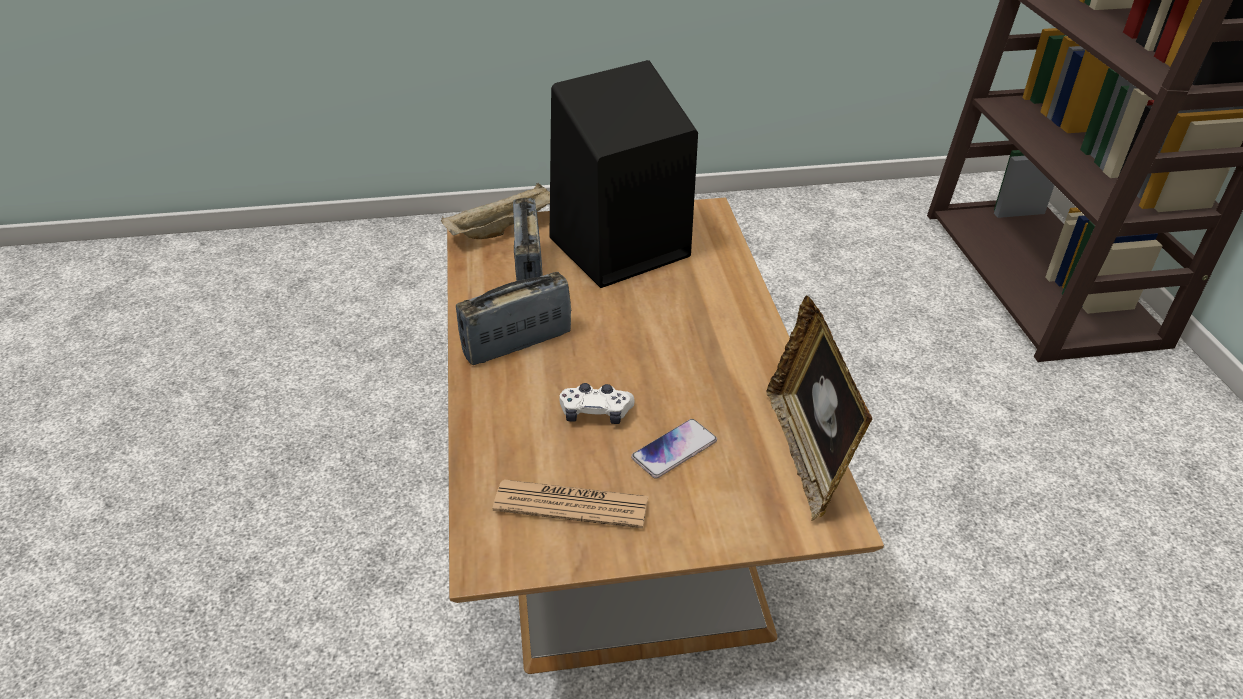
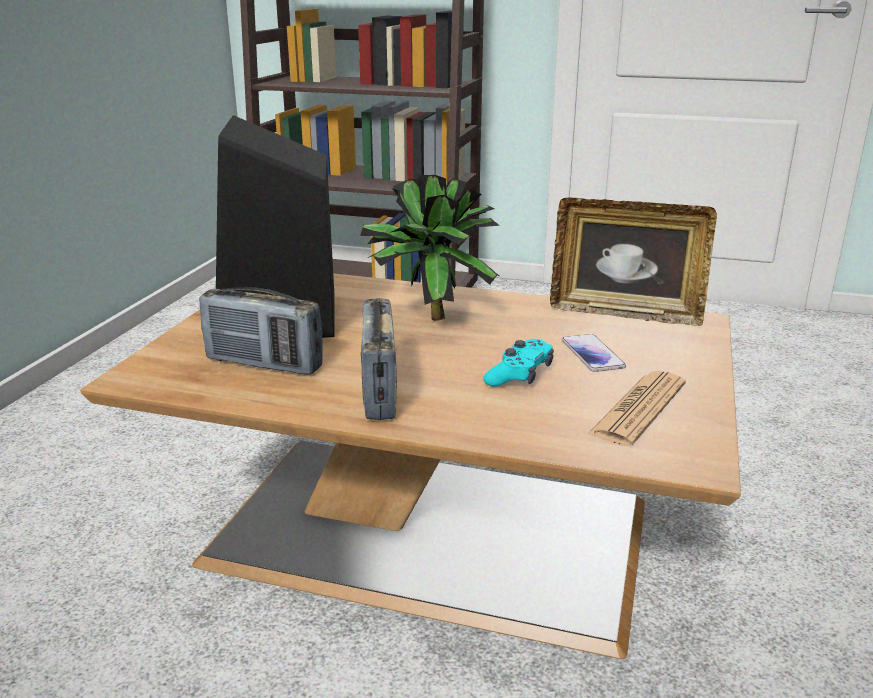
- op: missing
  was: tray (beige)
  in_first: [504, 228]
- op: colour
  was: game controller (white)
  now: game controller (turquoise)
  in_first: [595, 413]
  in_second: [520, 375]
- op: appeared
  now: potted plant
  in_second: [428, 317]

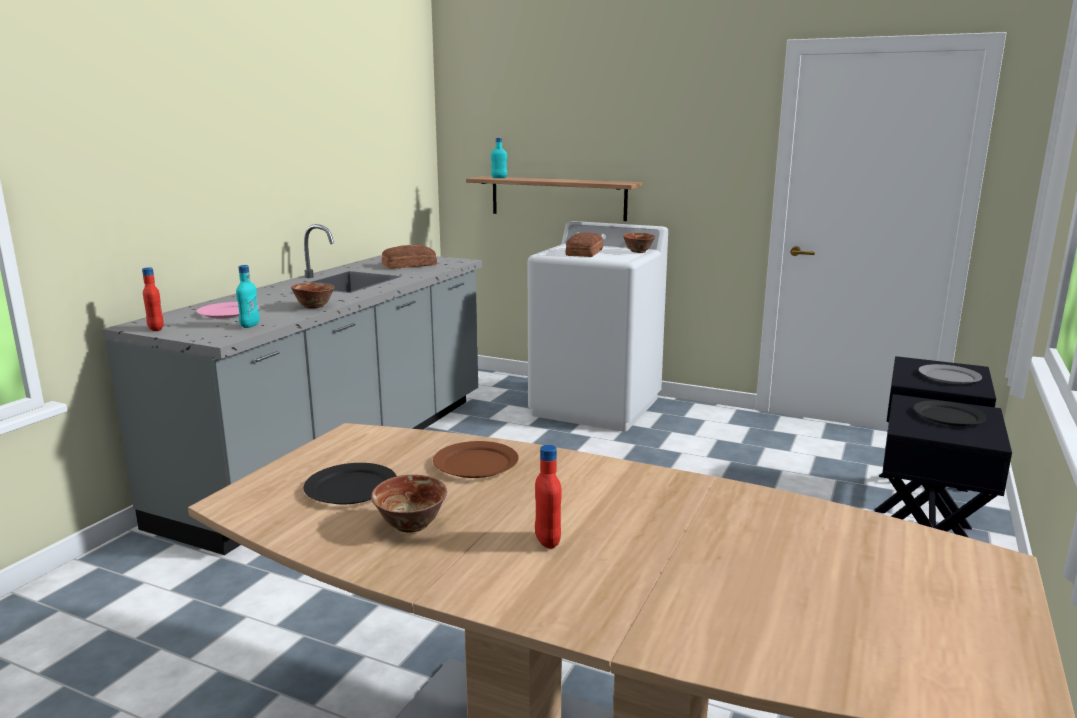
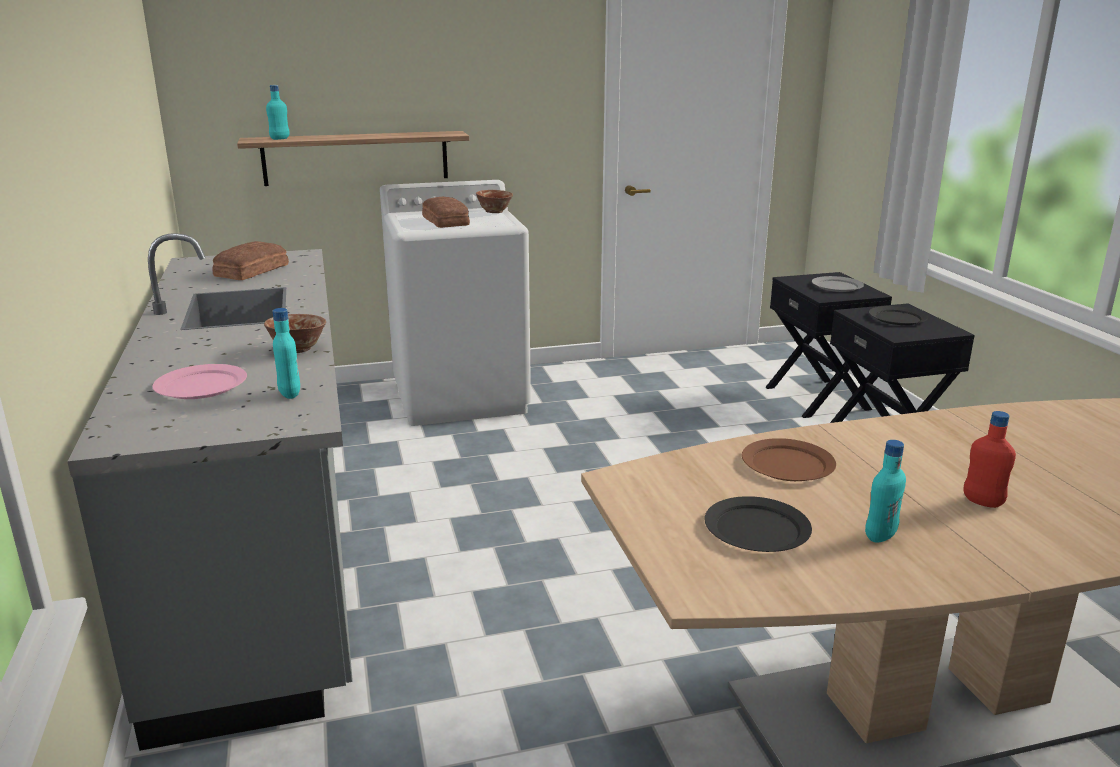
- op: missing
  was: bottle (red)
  in_first: [156, 329]
- op: exchanged
  was: bowl
  now: bottle (turquoise)
  in_first: [411, 525]
  in_second: [880, 536]

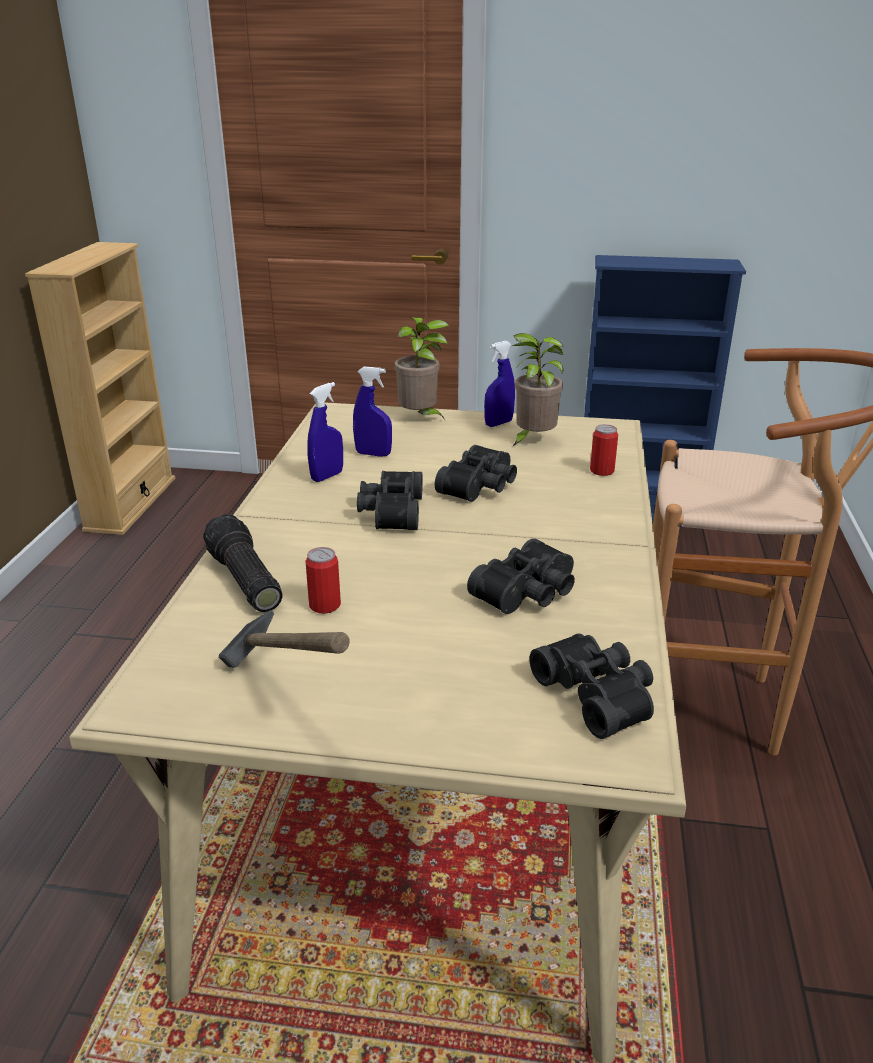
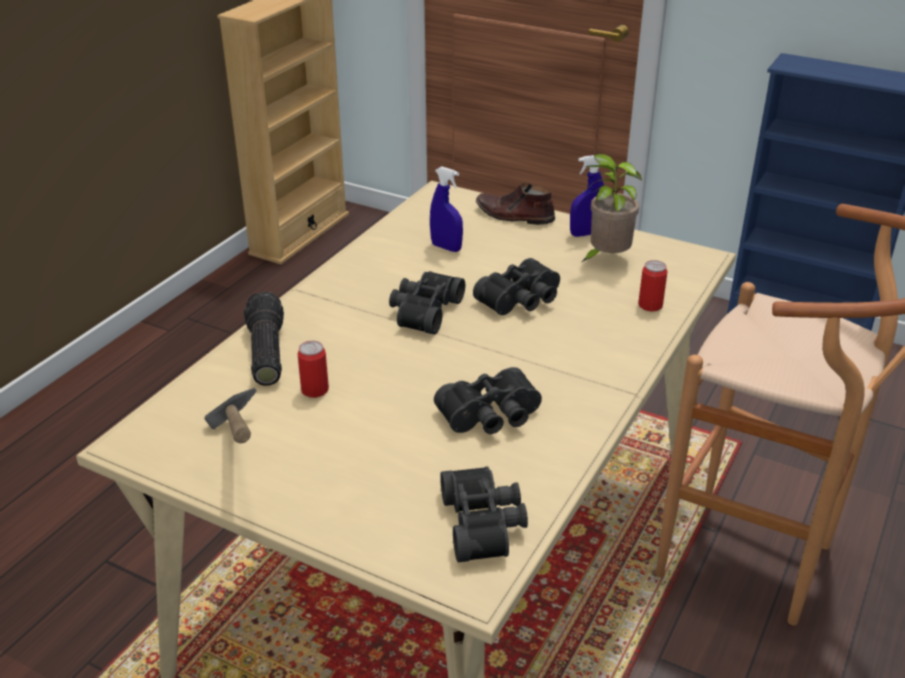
- op: exchanged
  was: potted plant
  now: shoe (brown)
  in_first: [420, 418]
  in_second: [514, 216]
- op: missing
  was: spray bottle (blue)
  in_first: [327, 476]

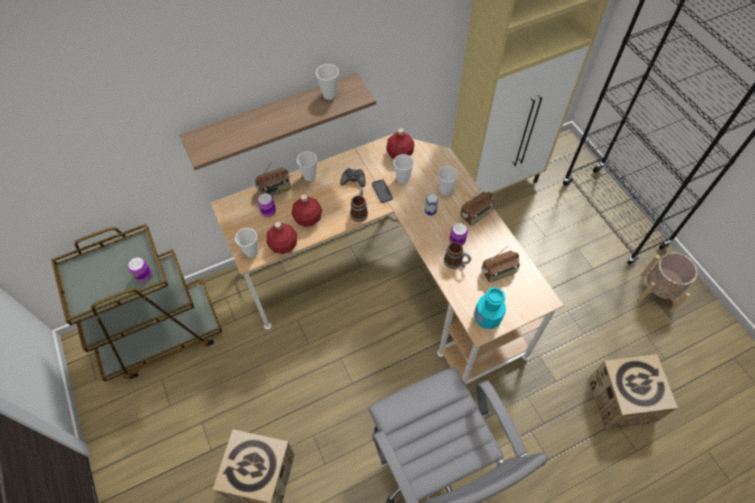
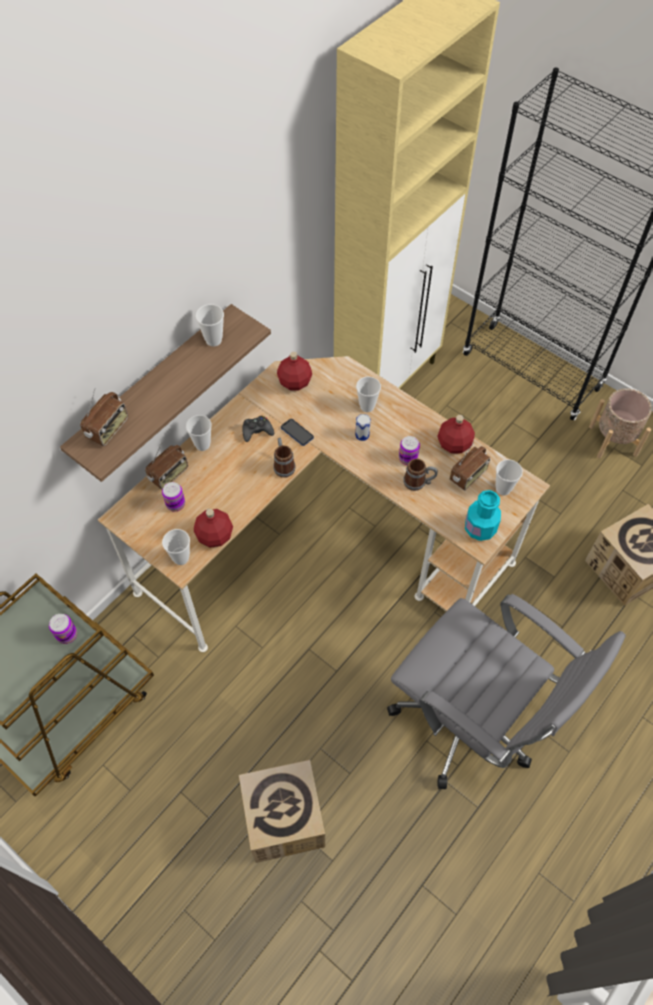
- op: relocated
  was: cup
  in_first: [402, 179]
  in_second: [503, 489]
- op: relocated
  was: radio
  in_first: [476, 215]
  in_second: [108, 429]
- op: relocated
  was: bottle (red)
  in_first: [308, 218]
  in_second: [453, 444]

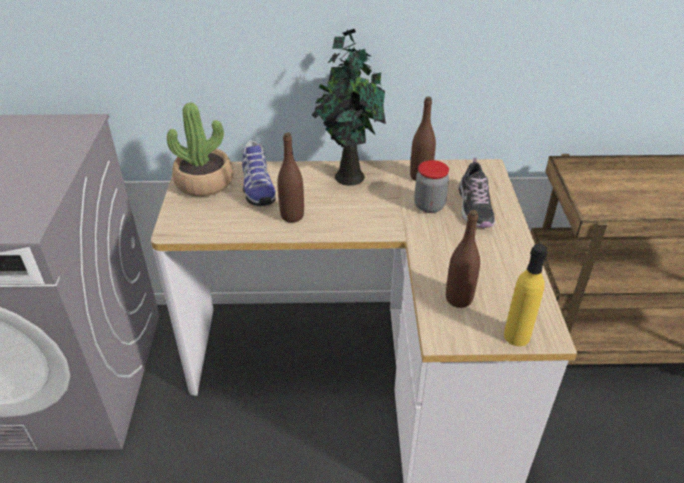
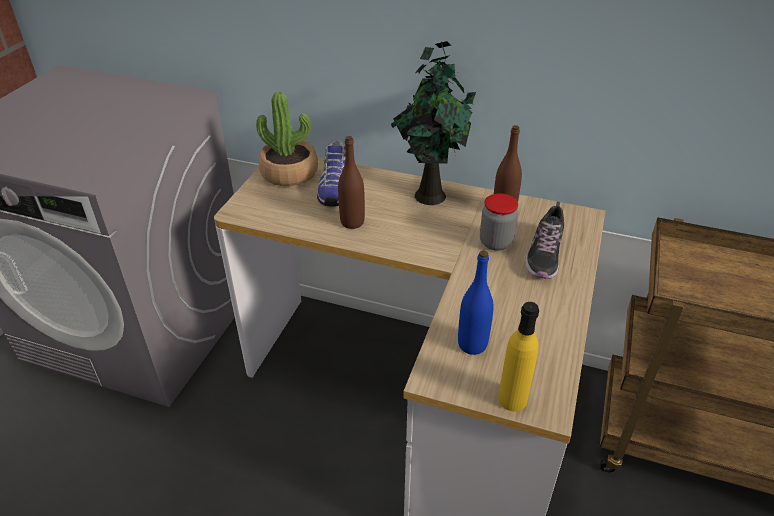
- op: colour
  was: bottle (brown)
  now: bottle (blue)
  in_first: [459, 299]
  in_second: [472, 344]

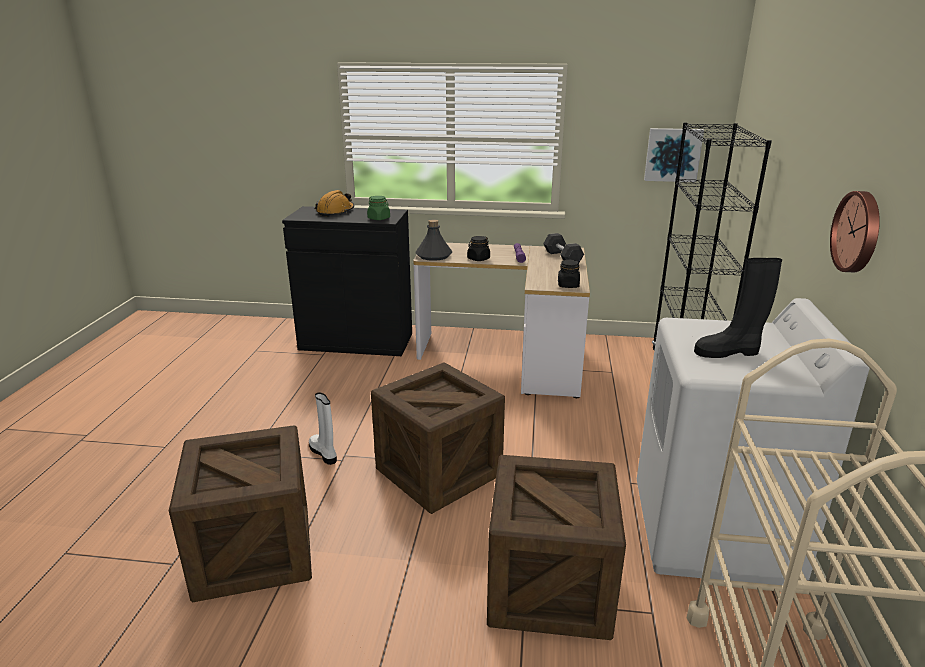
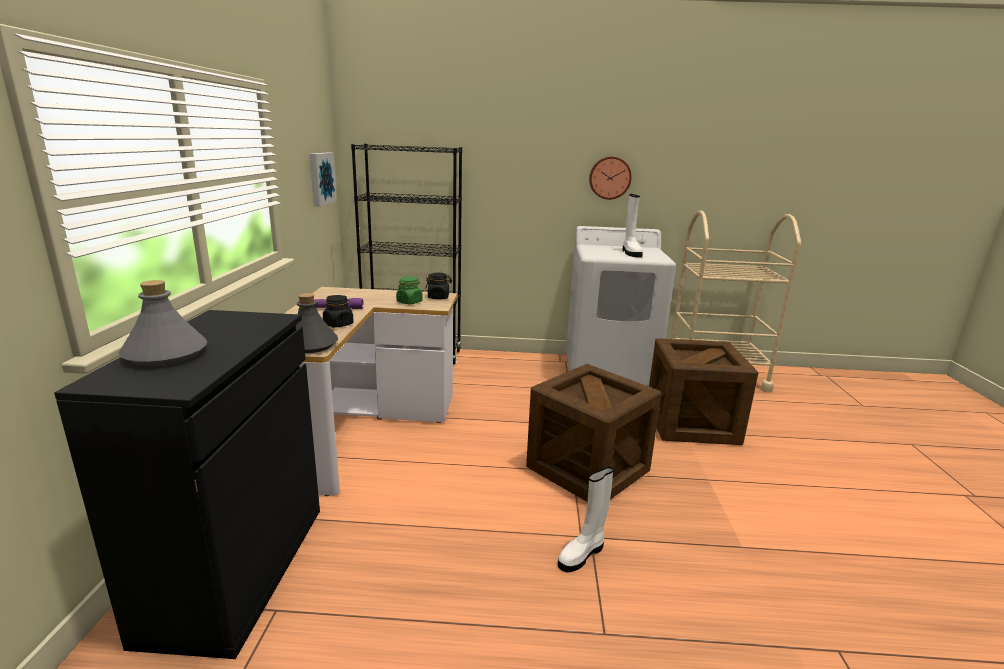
- op: exchanged
  was: hard hat (orange)
  now: bottle (grey)
  in_first: [335, 211]
  in_second: [165, 354]
- op: relocated
  was: jar (green)
  in_first: [379, 218]
  in_second: [409, 302]
- op: missing
  was: dumbbell (grey)
  in_first: [562, 257]
- op: colour
  was: boot (black)
  now: boot (white)
  in_first: [728, 352]
  in_second: [630, 253]
- op: missing
  was: crate
  in_first: [254, 551]

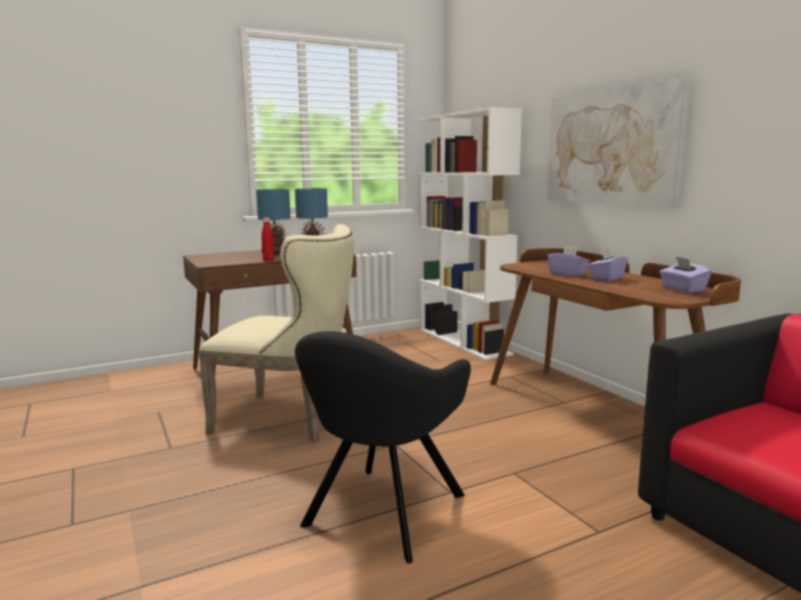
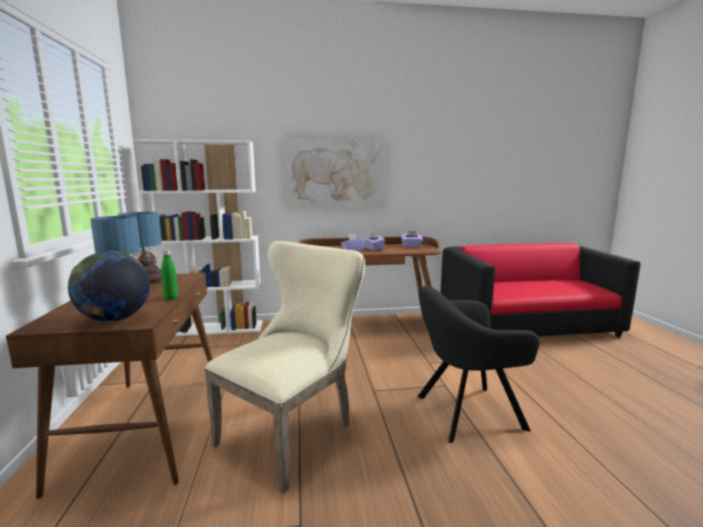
- op: colour
  was: bottle (red)
  now: bottle (green)
  in_first: [268, 260]
  in_second: [171, 298]
- op: spun
  was: armchair (black)
  in_first: [381, 513]
  in_second: [465, 412]
  clockwise: 120
- op: appeared
  now: globe
  in_second: [115, 319]

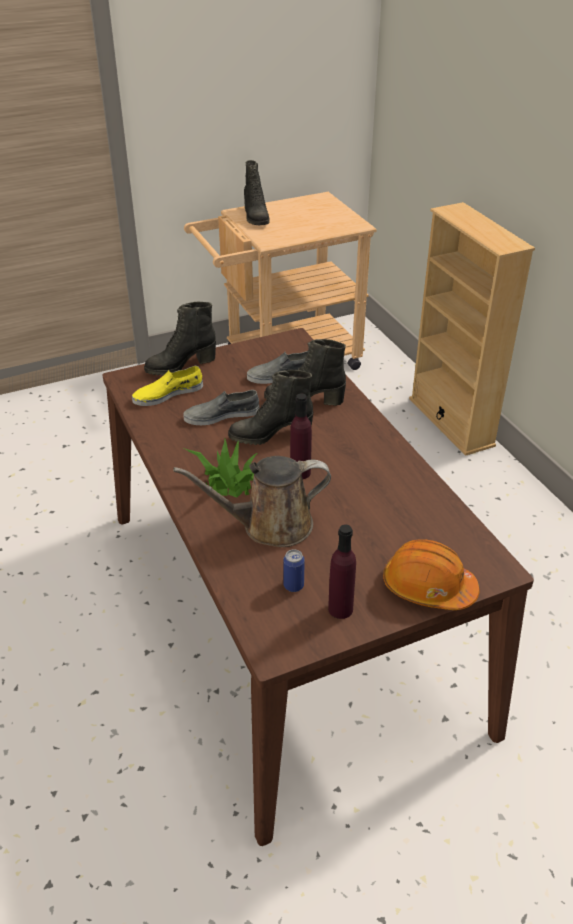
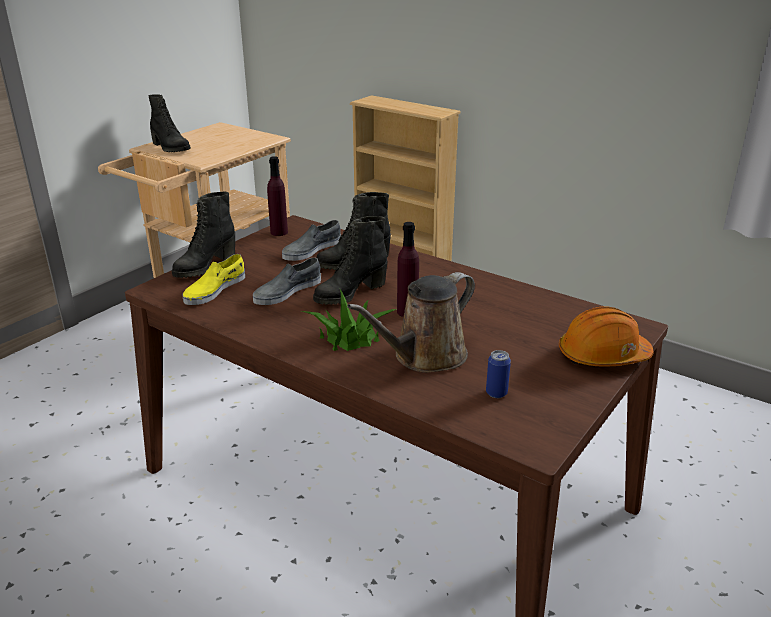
- op: relocated
  was: bottle (purple)
  in_first: [340, 609]
  in_second: [279, 232]

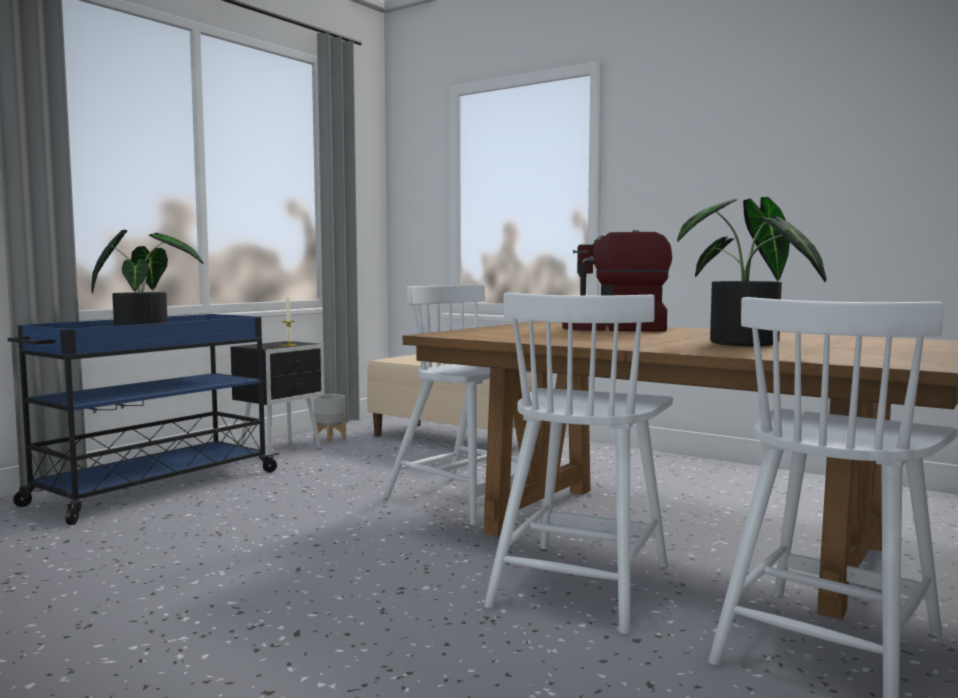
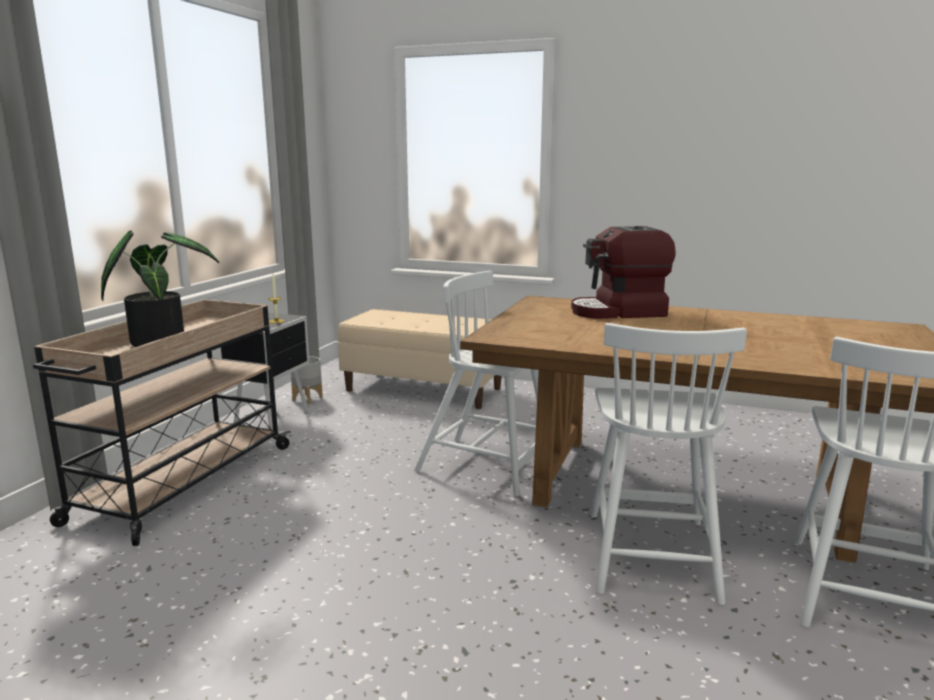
- op: missing
  was: potted plant
  in_first: [746, 344]
- op: colour
  was: cart (blue)
  now: cart (beige)
  in_first: [153, 488]
  in_second: [182, 484]

